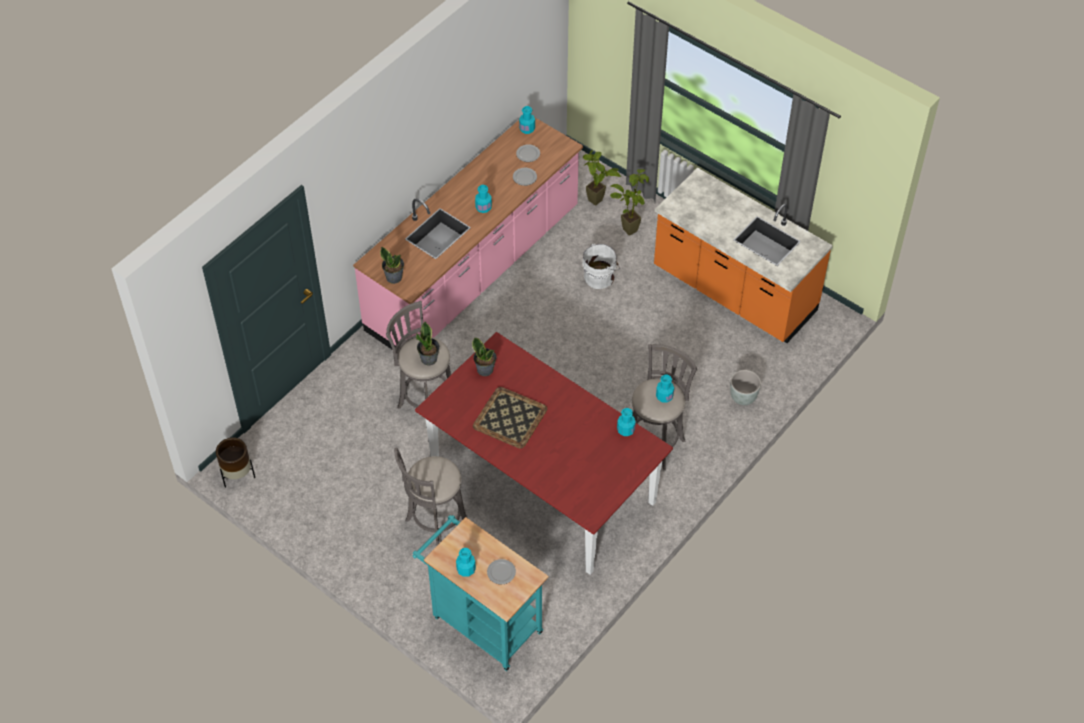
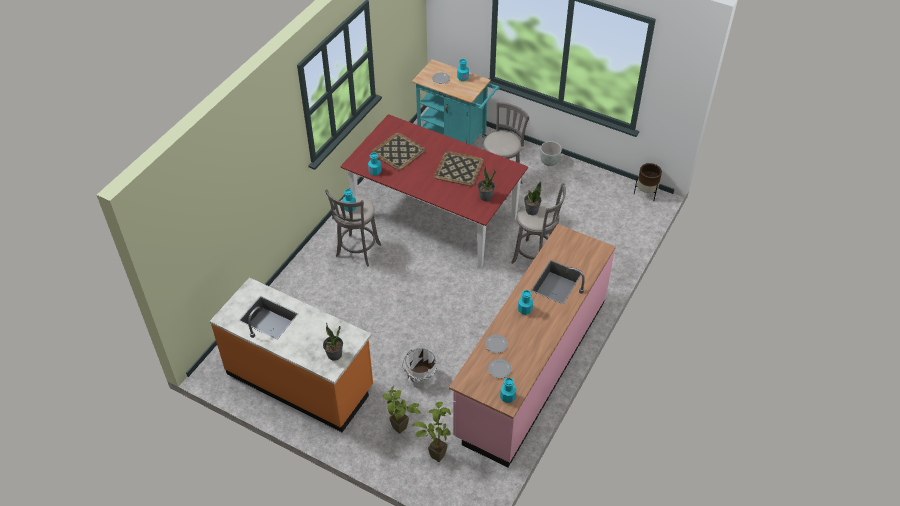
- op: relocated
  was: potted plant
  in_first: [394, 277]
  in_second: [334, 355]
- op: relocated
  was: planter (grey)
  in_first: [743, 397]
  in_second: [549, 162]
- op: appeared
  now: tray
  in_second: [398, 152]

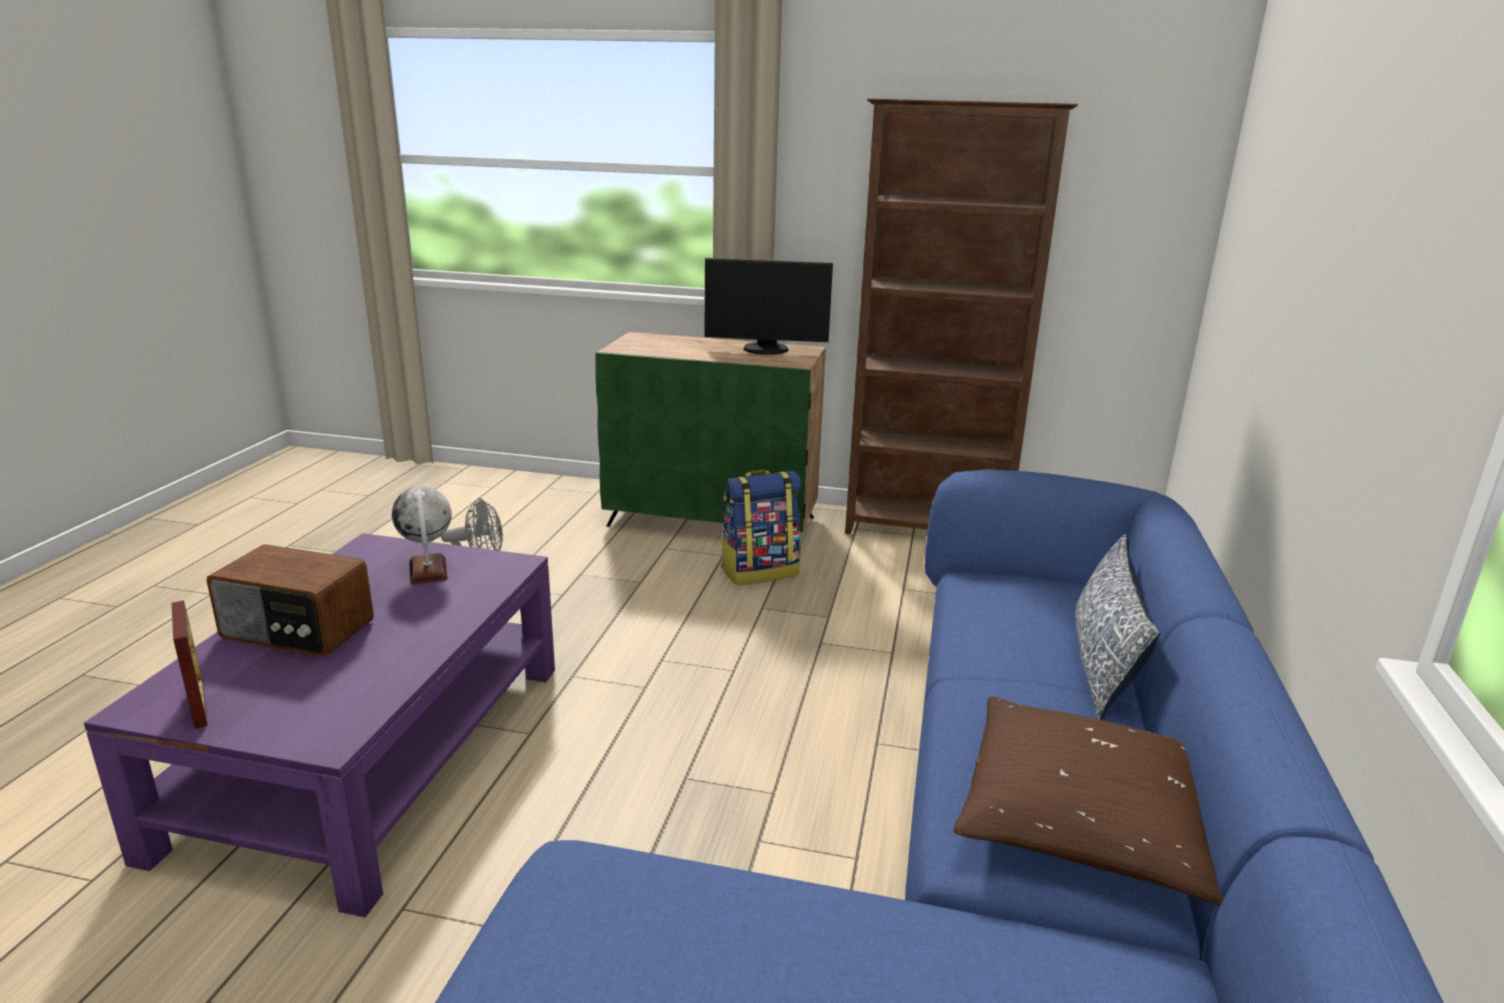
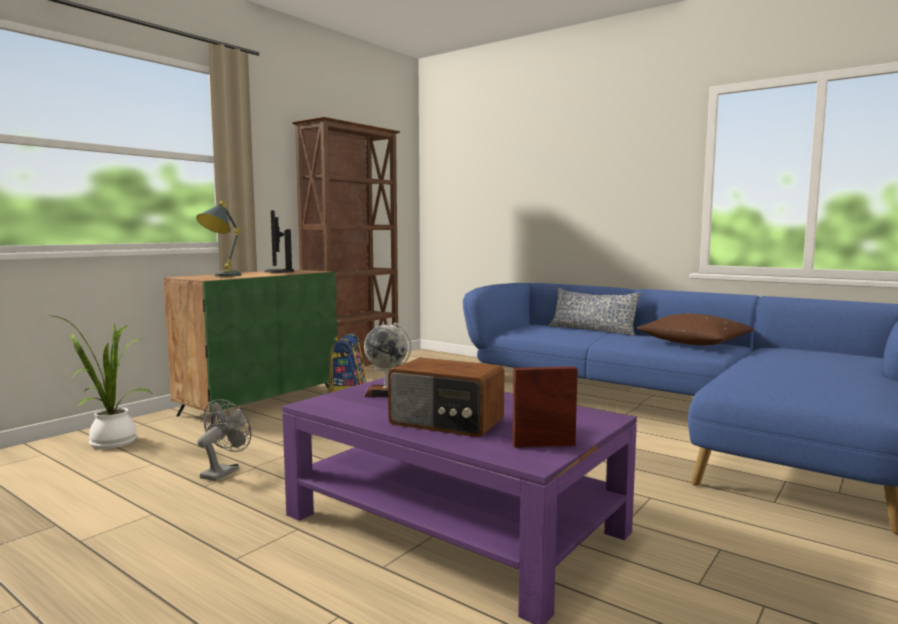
- op: spun
  was: monitor
  in_first: [765, 350]
  in_second: [278, 271]
  clockwise: 135
- op: spun
  was: radio
  in_first: [297, 630]
  in_second: [446, 422]
  clockwise: 75
- op: appeared
  now: table lamp (grey)
  in_second: [220, 276]
- op: appeared
  now: potted plant
  in_second: [109, 442]

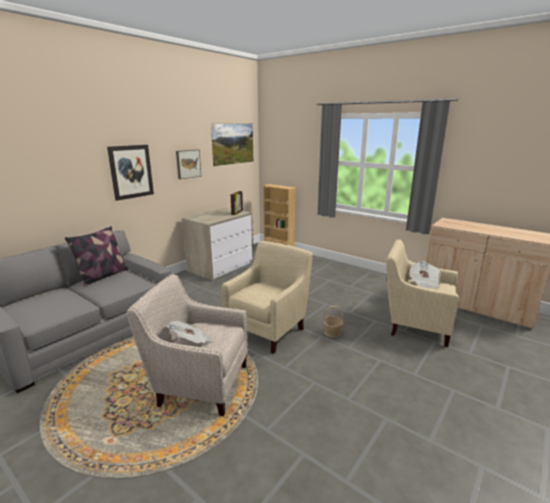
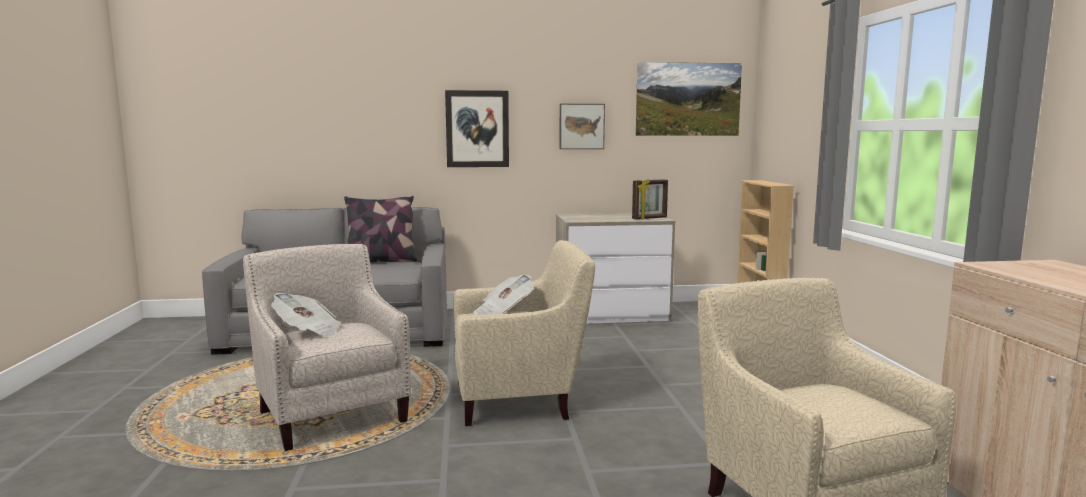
- op: relocated
  was: newspaper
  in_first: [423, 284]
  in_second: [503, 312]
- op: missing
  was: basket
  in_first: [332, 332]

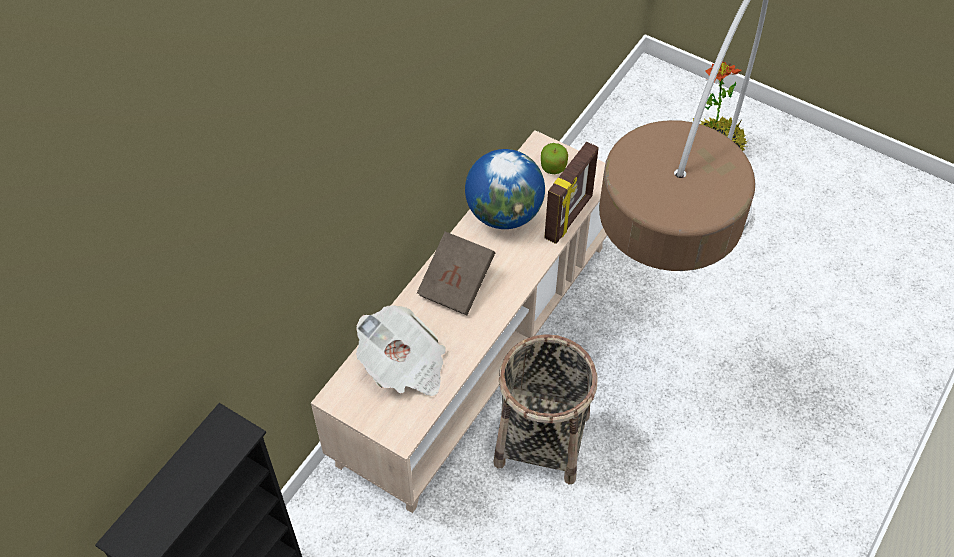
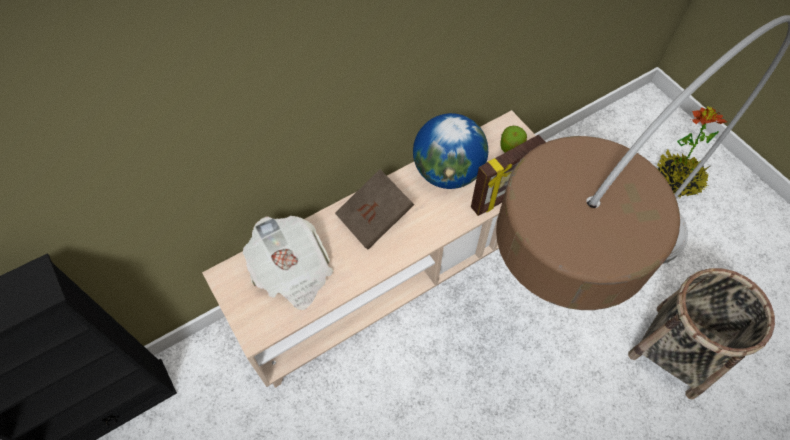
- op: relocated
  was: basket
  in_first: [542, 439]
  in_second: [675, 350]

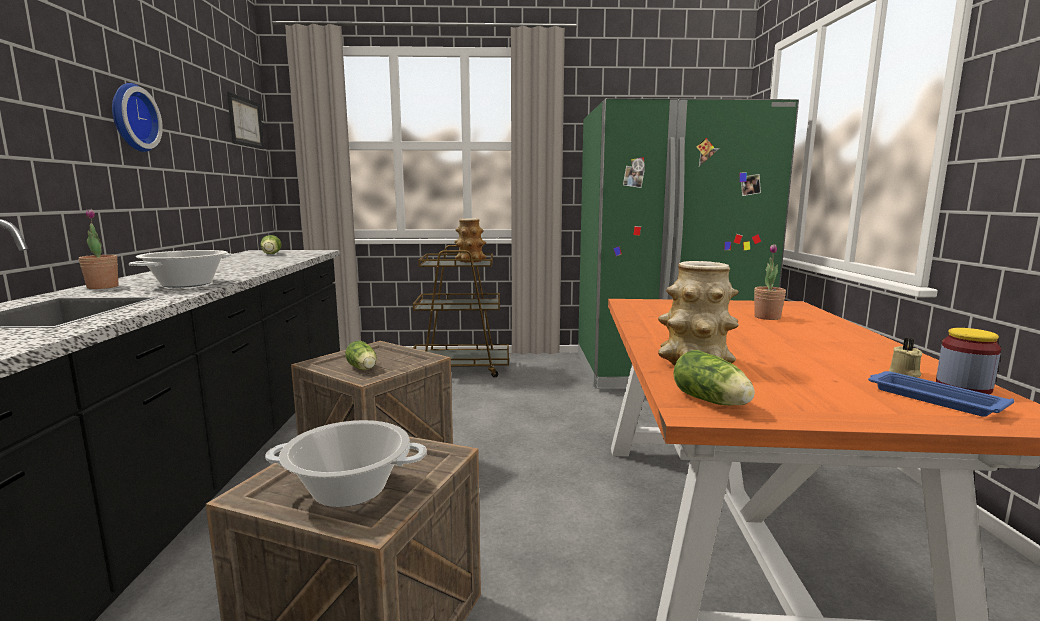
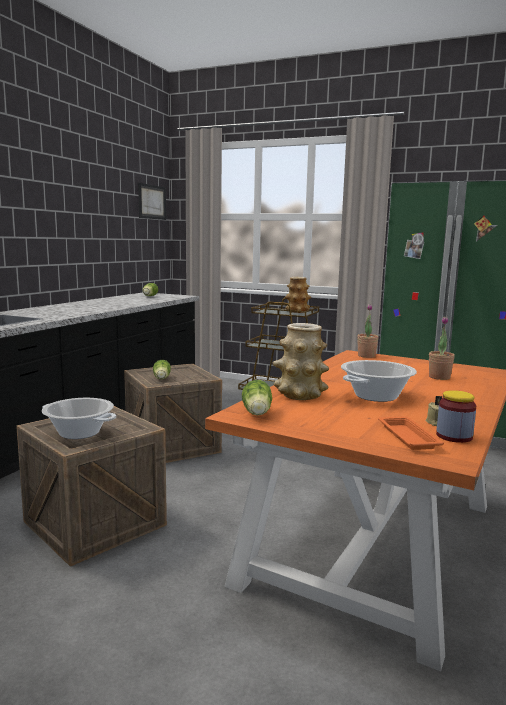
- op: missing
  was: wall clock
  in_first: [131, 118]
- op: relocated
  was: potted plant
  in_first: [103, 287]
  in_second: [366, 356]
- op: relocated
  was: cooking pot
  in_first: [187, 284]
  in_second: [376, 396]
- op: colour
  was: tray (blue)
  now: tray (orange)
  in_first: [931, 398]
  in_second: [407, 436]

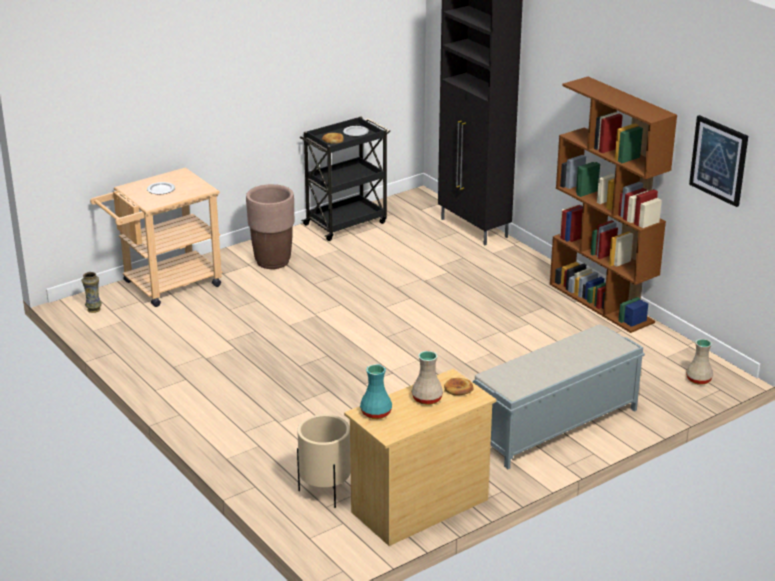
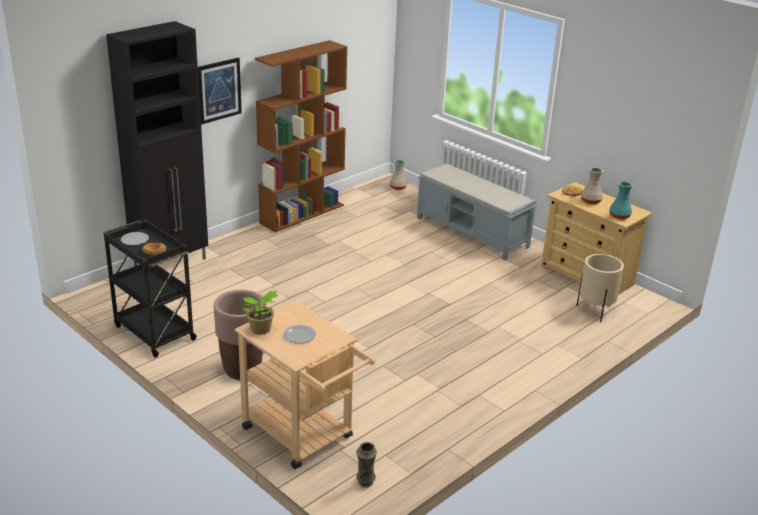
- op: relocated
  was: picture
  in_first: [719, 160]
  in_second: [219, 90]
- op: appeared
  now: potted plant
  in_second: [261, 330]

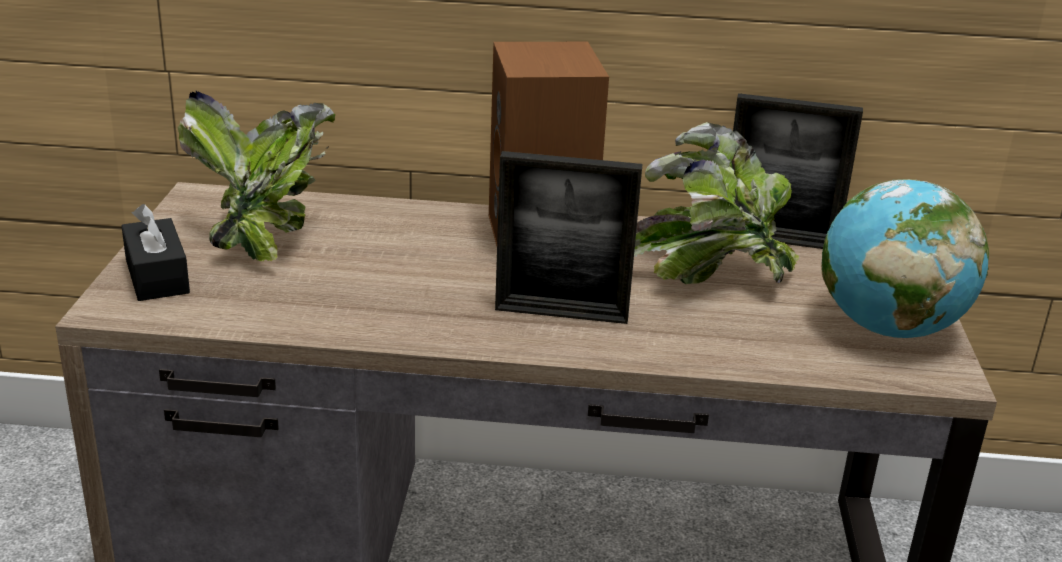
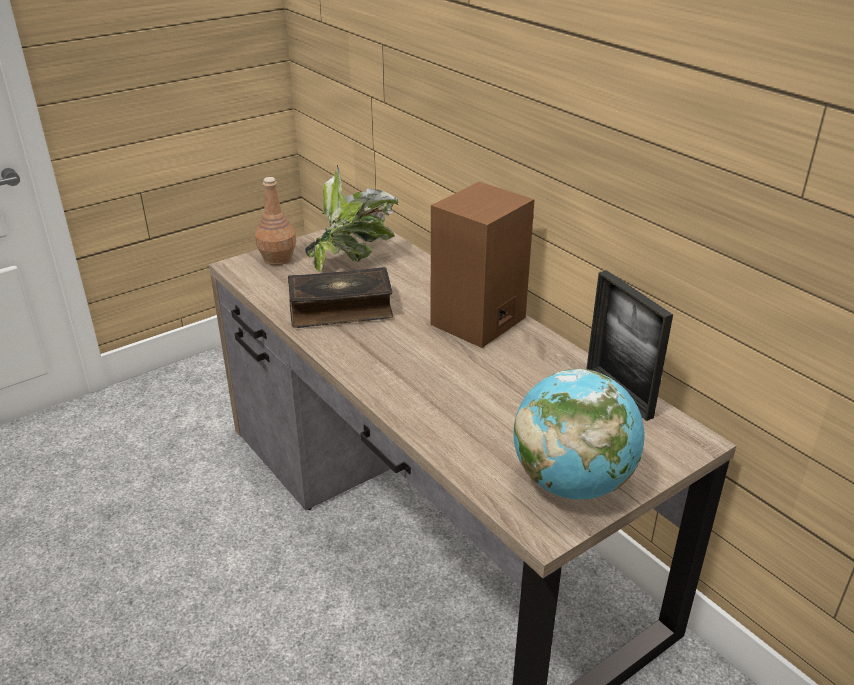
- op: missing
  was: potted plant
  in_first: [706, 275]
- op: missing
  was: picture frame
  in_first: [561, 313]
- op: exchanged
  was: tissue box (black)
  now: bottle (brown)
  in_first: [157, 276]
  in_second: [278, 259]
- op: appeared
  now: book
  in_second: [340, 309]

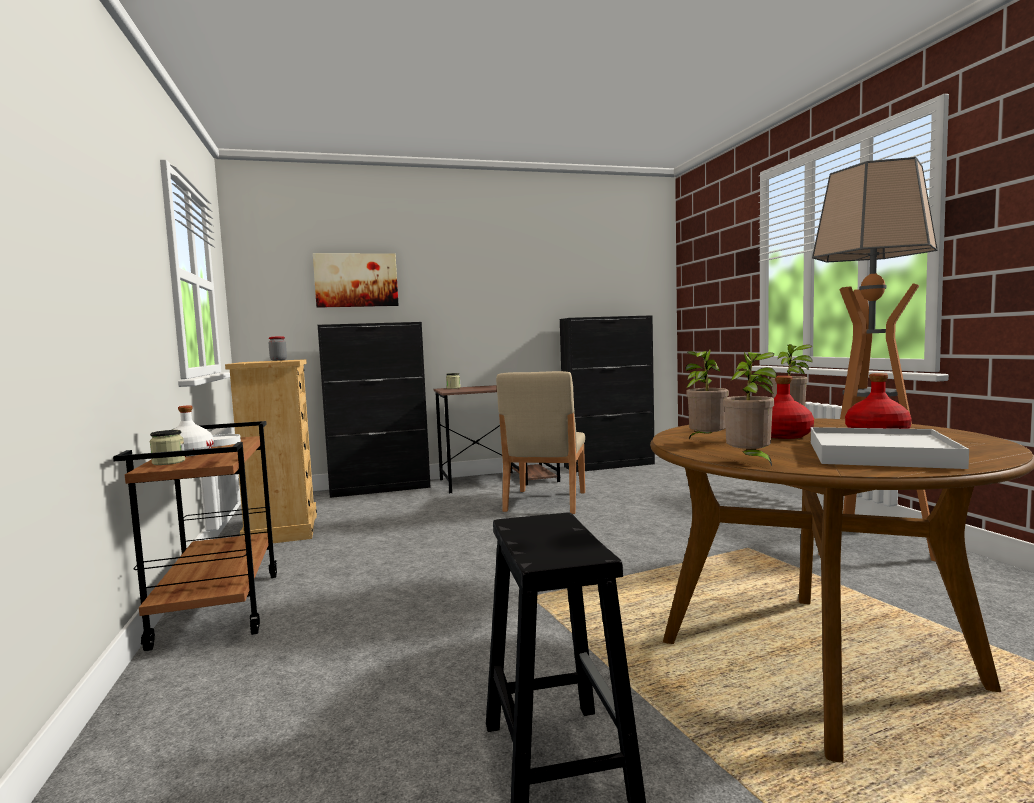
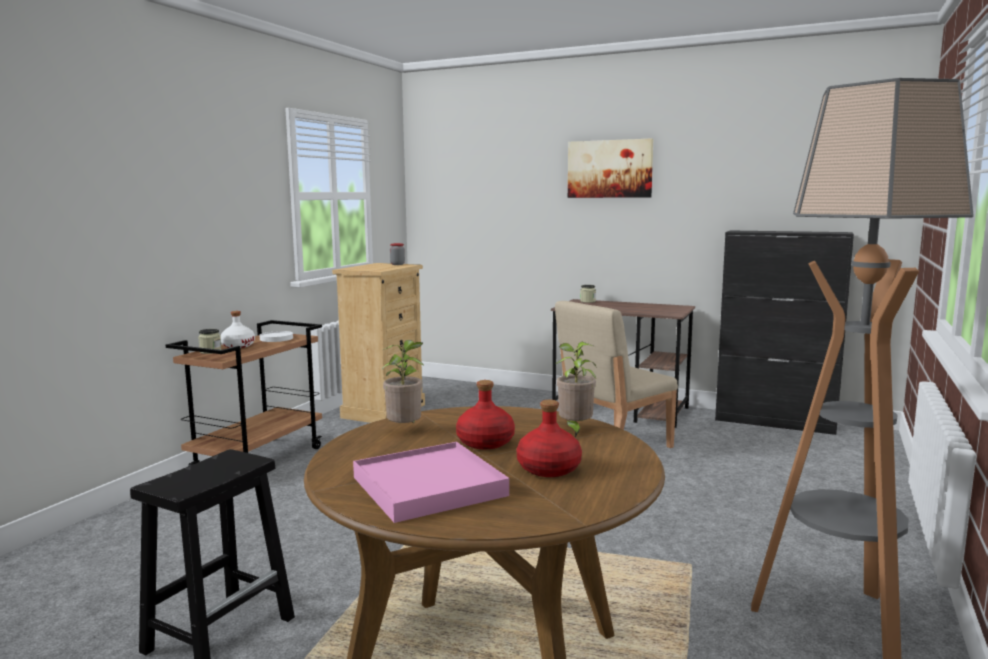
- op: relocated
  was: picture
  in_first: [356, 280]
  in_second: [610, 169]
- op: missing
  was: cabinet (black)
  in_first: [381, 489]
- op: missing
  was: potted plant
  in_first: [750, 462]
- op: colour
  was: tray (white)
  now: tray (pink)
  in_first: [879, 454]
  in_second: [428, 486]

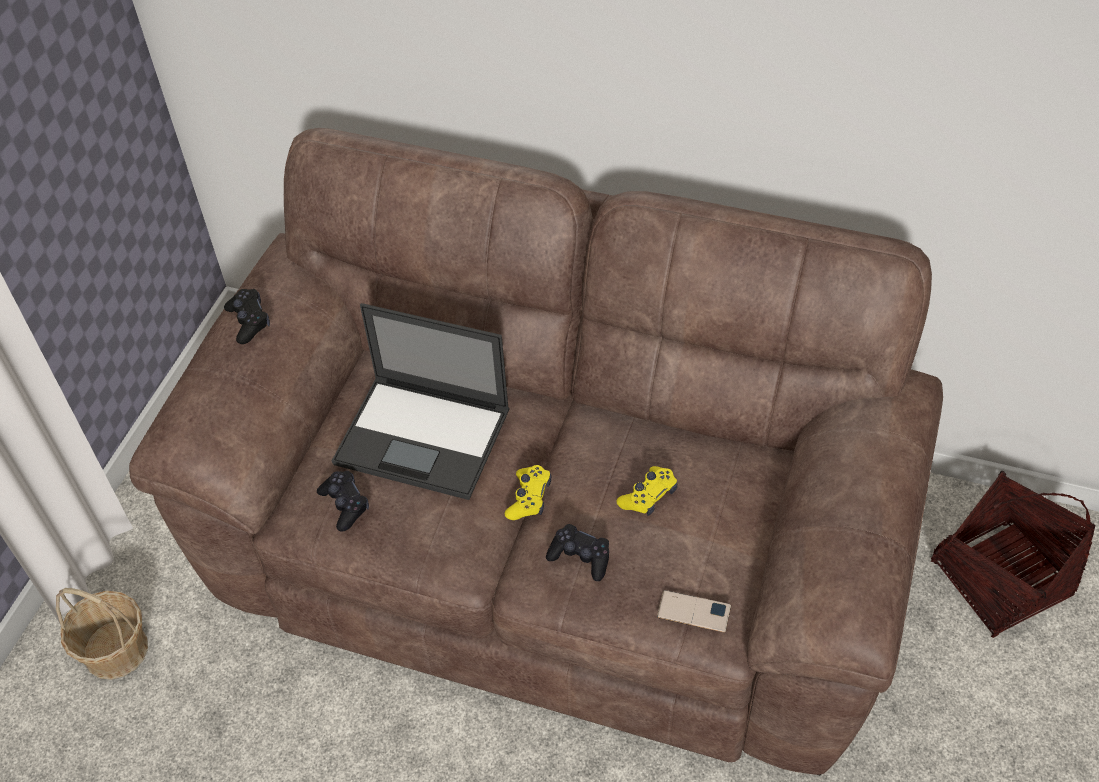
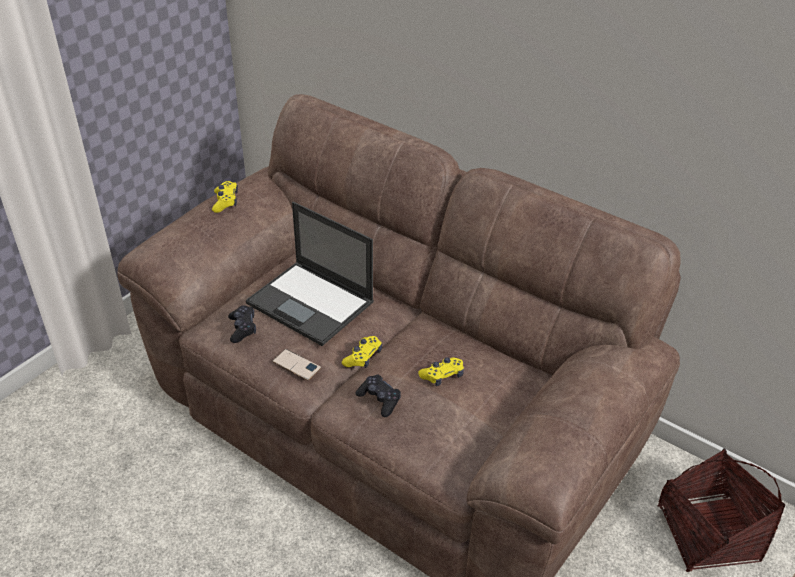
- op: colour
  was: game controller (black)
  now: game controller (yellow)
  in_first: [249, 321]
  in_second: [225, 202]
- op: missing
  was: basket
  in_first: [116, 650]
- op: relocated
  was: phone
  in_first: [694, 611]
  in_second: [296, 365]

